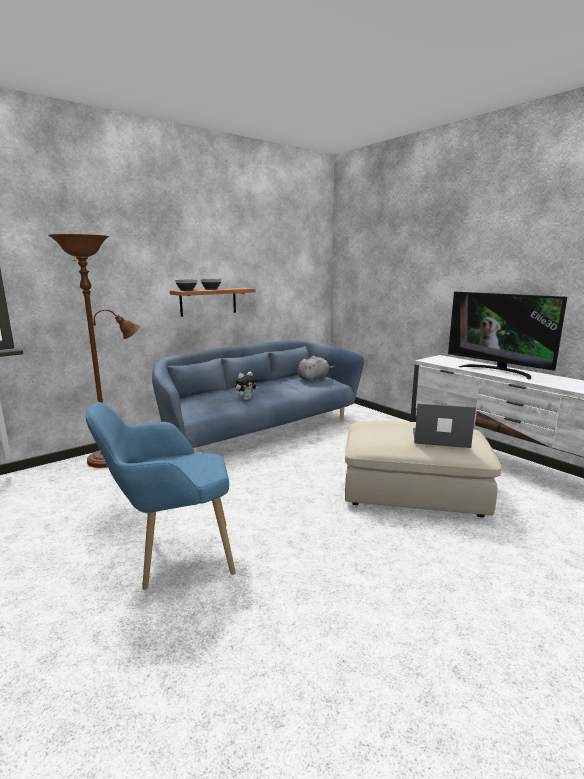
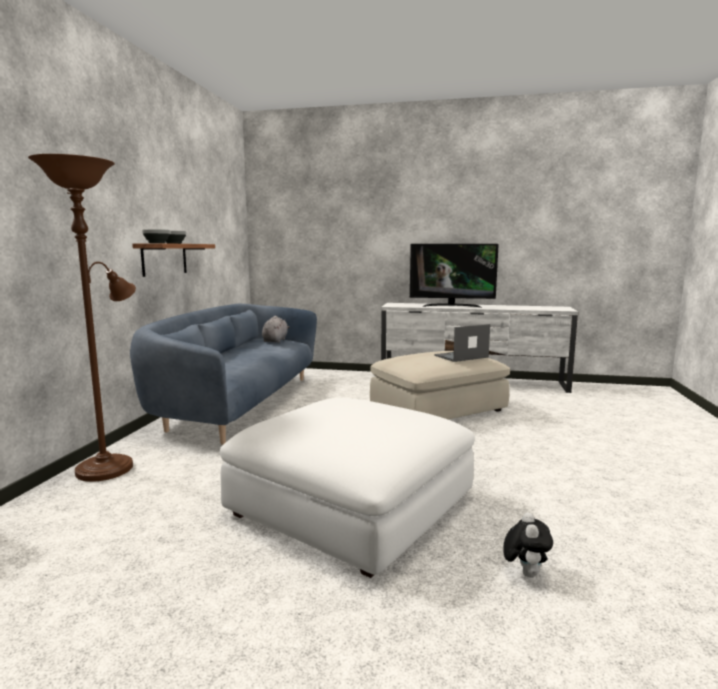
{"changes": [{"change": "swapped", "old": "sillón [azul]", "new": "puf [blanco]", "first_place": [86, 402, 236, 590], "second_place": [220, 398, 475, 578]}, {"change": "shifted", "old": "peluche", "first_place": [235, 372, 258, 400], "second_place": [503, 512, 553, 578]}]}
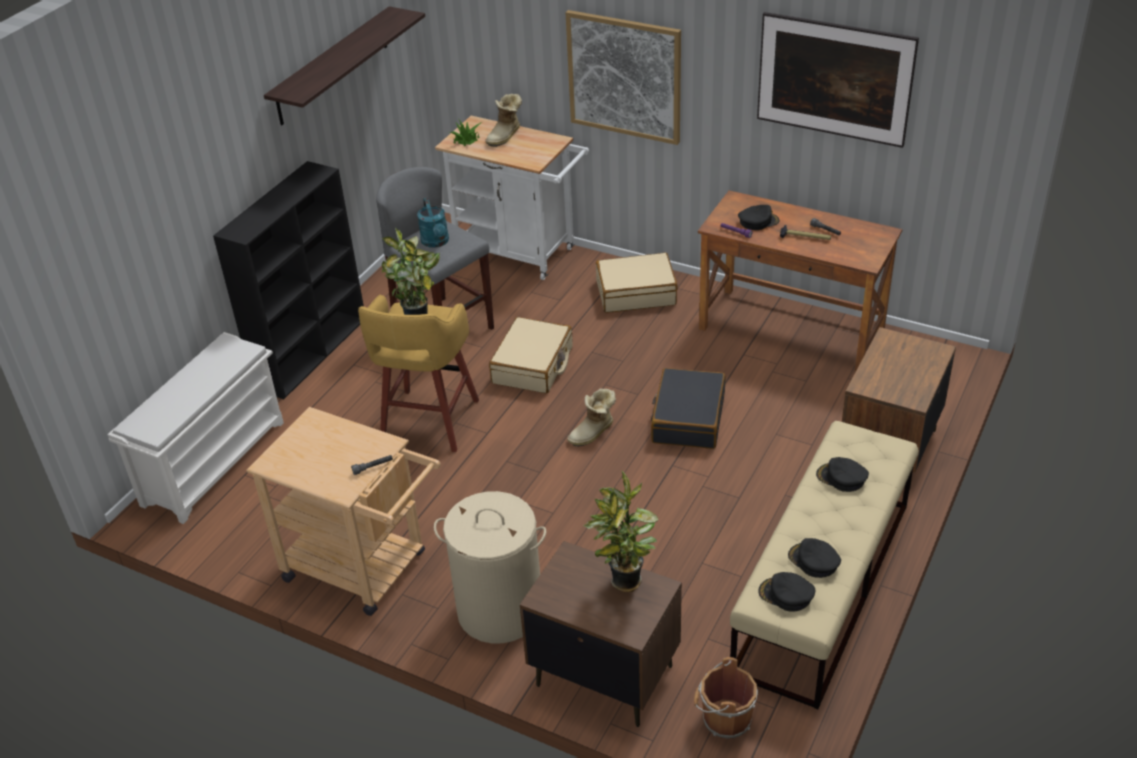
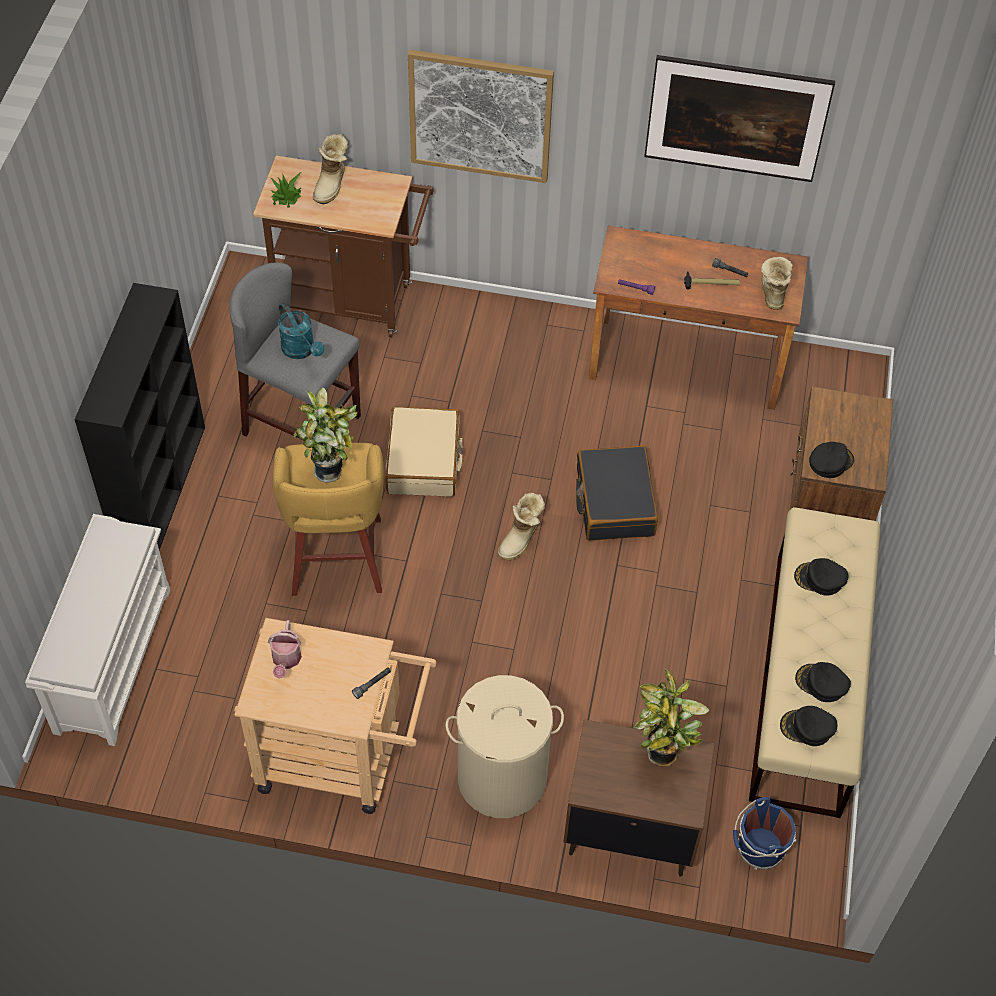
{"changes": [{"change": "gone", "old": "estante", "first_place": [264, 6, 425, 125]}, {"change": "repainted", "old": "carrito [blanco]", "new": "carrito [marrón]", "first_place": [435, 116, 589, 280], "second_place": [253, 156, 434, 337]}, {"change": "gone", "old": "maleta [beis]", "first_place": [596, 253, 677, 313]}, {"change": "repainted", "old": "cubo [marrón]", "new": "cubo [azul]", "first_place": [694, 657, 758, 739], "second_place": [733, 797, 796, 870]}, {"change": "shifted", "old": "gorra [negro]", "first_place": [738, 205, 780, 230], "second_place": [809, 442, 854, 478]}, {"change": "new", "new": "regadera", "second_place": [268, 620, 302, 679]}, {"change": "new", "new": "bota", "second_place": [761, 257, 793, 310]}]}
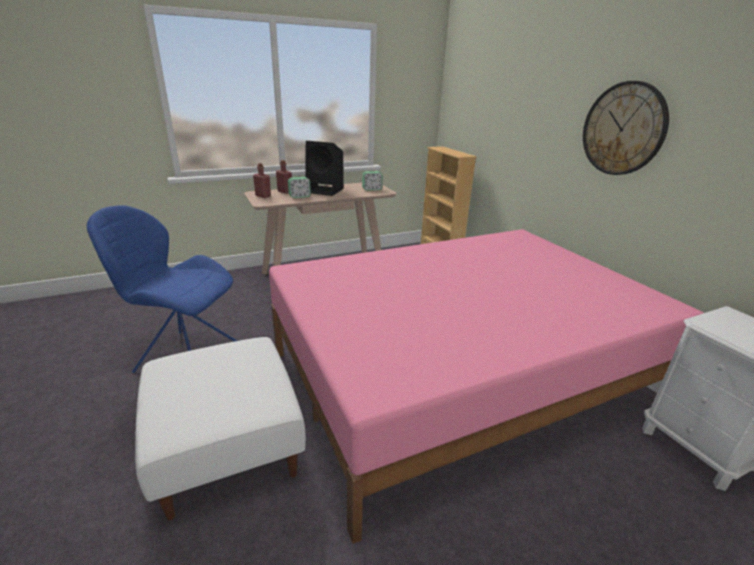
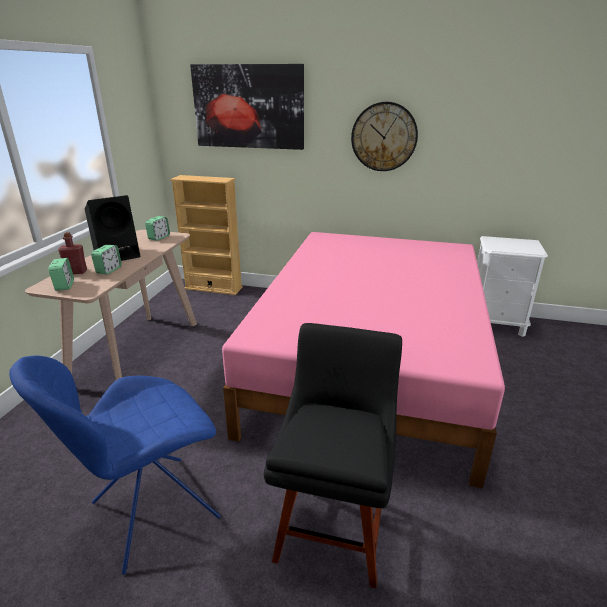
{"changes": [{"change": "swapped", "old": "puf [blanco]", "new": "silla [negro]", "first_place": [135, 337, 306, 521], "second_place": [264, 323, 402, 588]}, {"change": "swapped", "old": "botella [rojo]", "new": "despertador", "first_place": [253, 163, 271, 198], "second_place": [49, 258, 74, 291]}, {"change": "new", "new": "cuadro", "second_place": [190, 64, 304, 150]}]}
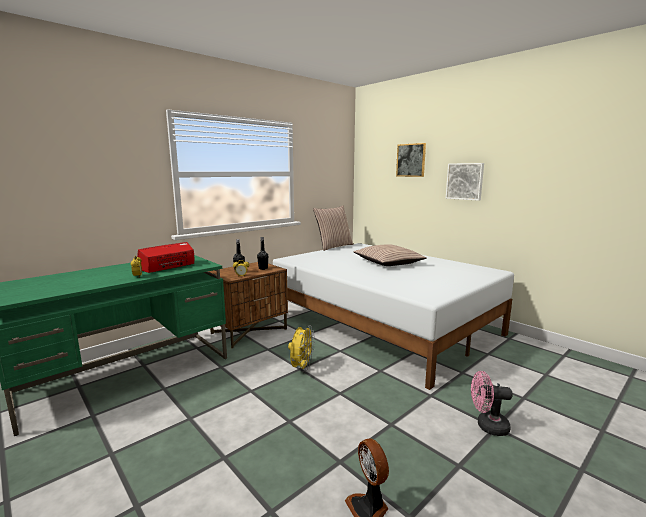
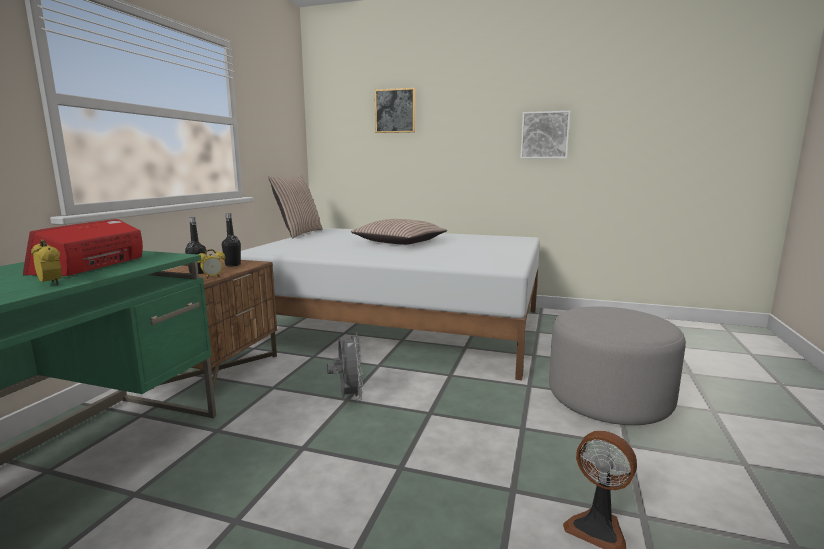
{"changes": [{"change": "repainted", "old": "ventilador [amarillo]", "new": "ventilador [gris]", "first_place": [288, 325, 315, 372], "second_place": [327, 332, 363, 401]}, {"change": "shifted", "old": "cuadro", "first_place": [446, 163, 484, 201], "second_place": [520, 111, 570, 159]}, {"change": "swapped", "old": "ventilador [rosa]", "new": "puf [gris]", "first_place": [471, 371, 513, 436], "second_place": [549, 306, 686, 425]}]}
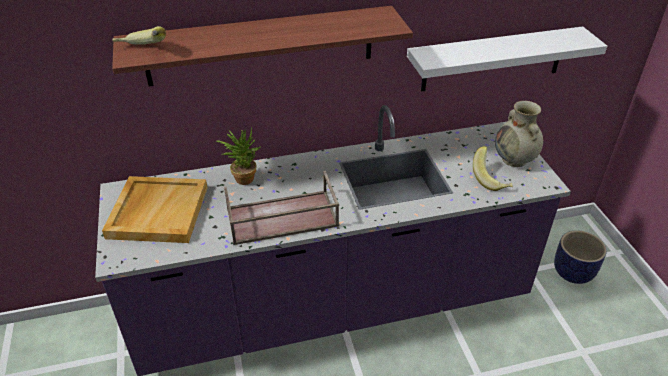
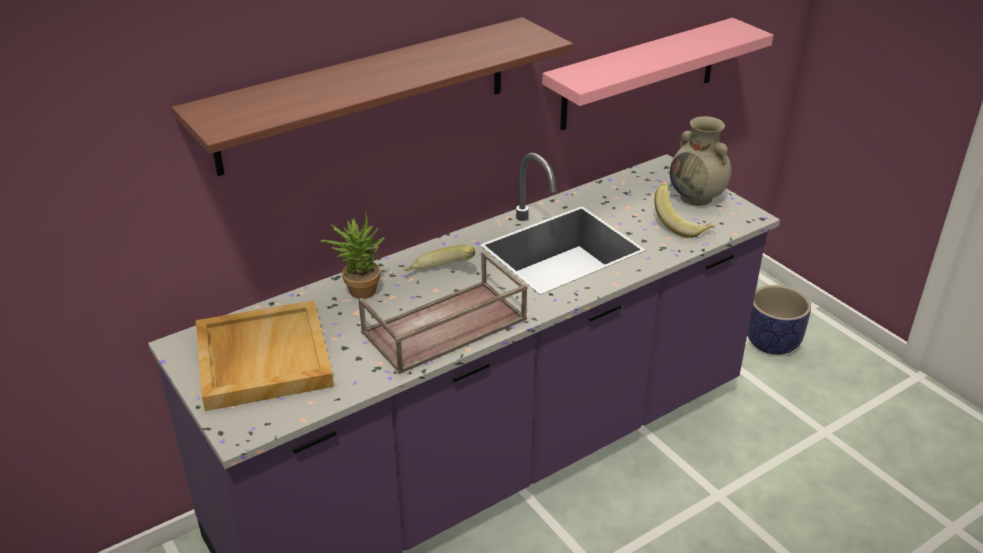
{"changes": [{"change": "shifted", "old": "plátano", "first_place": [112, 26, 166, 45], "second_place": [403, 245, 476, 271]}, {"change": "repainted", "old": "estante [blanco]", "new": "estante [rosa]", "first_place": [407, 26, 607, 92], "second_place": [542, 18, 773, 130]}]}
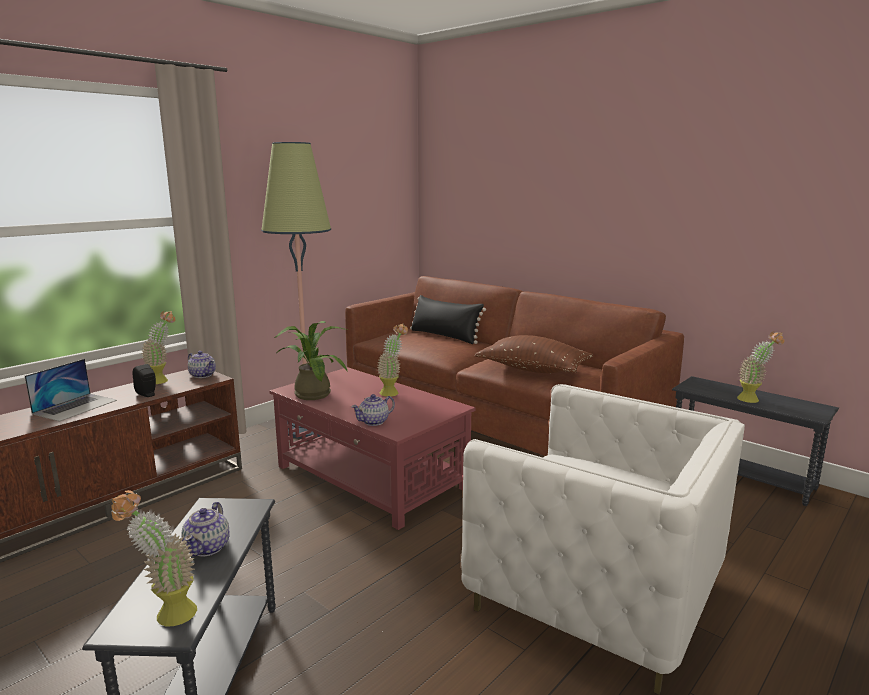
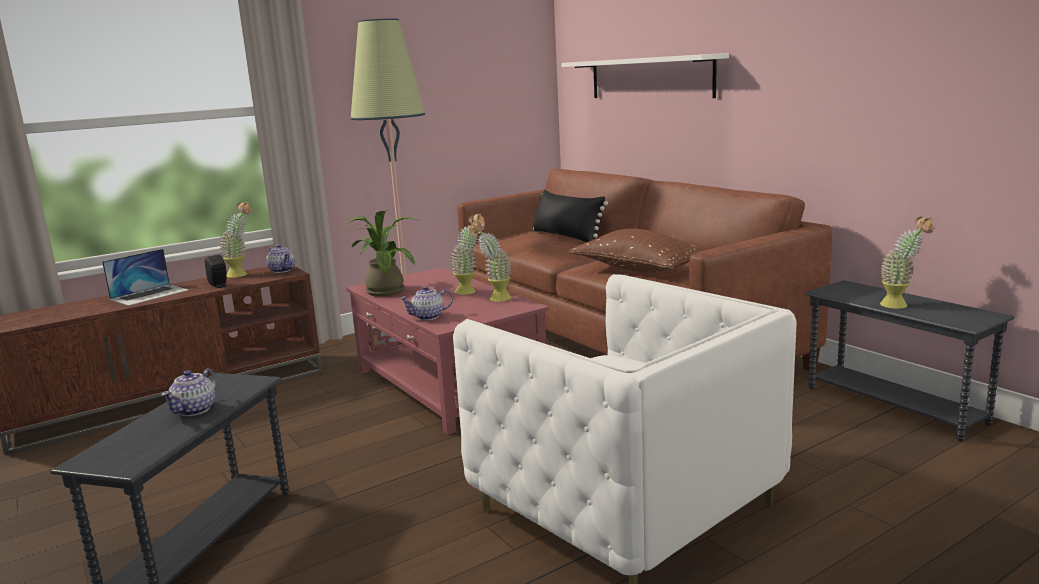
{"changes": [{"change": "shifted", "old": "planta en maceta", "first_place": [111, 490, 197, 626], "second_place": [469, 220, 512, 301]}, {"change": "new", "new": "estante [blanco]", "second_place": [561, 53, 729, 98]}]}
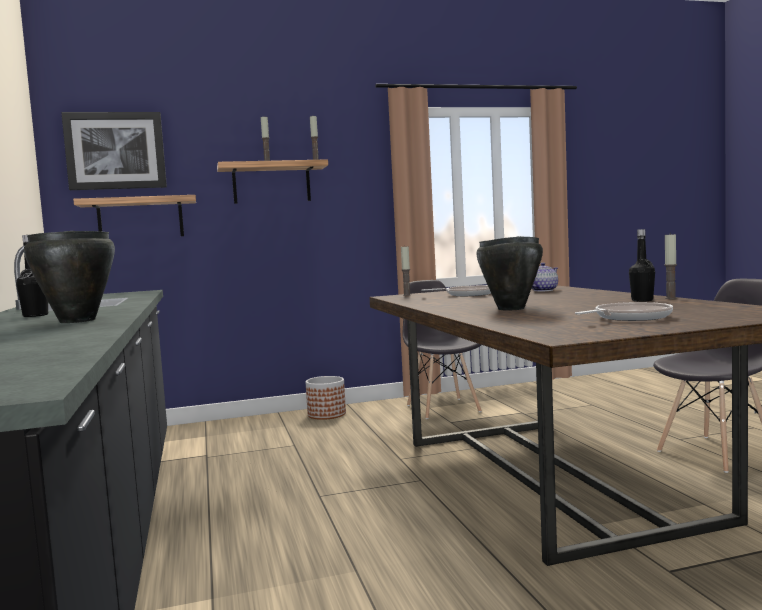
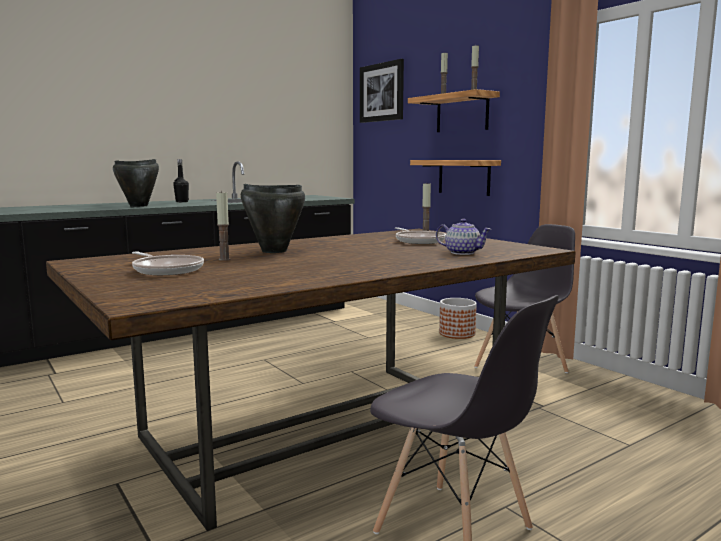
{"changes": [{"change": "shifted", "old": "estante", "first_place": [73, 195, 196, 236], "second_place": [410, 160, 501, 196]}, {"change": "gone", "old": "botella [negro]", "first_place": [629, 229, 655, 302]}, {"change": "shifted", "old": "vela", "first_place": [664, 233, 677, 299], "second_place": [216, 190, 231, 261]}]}
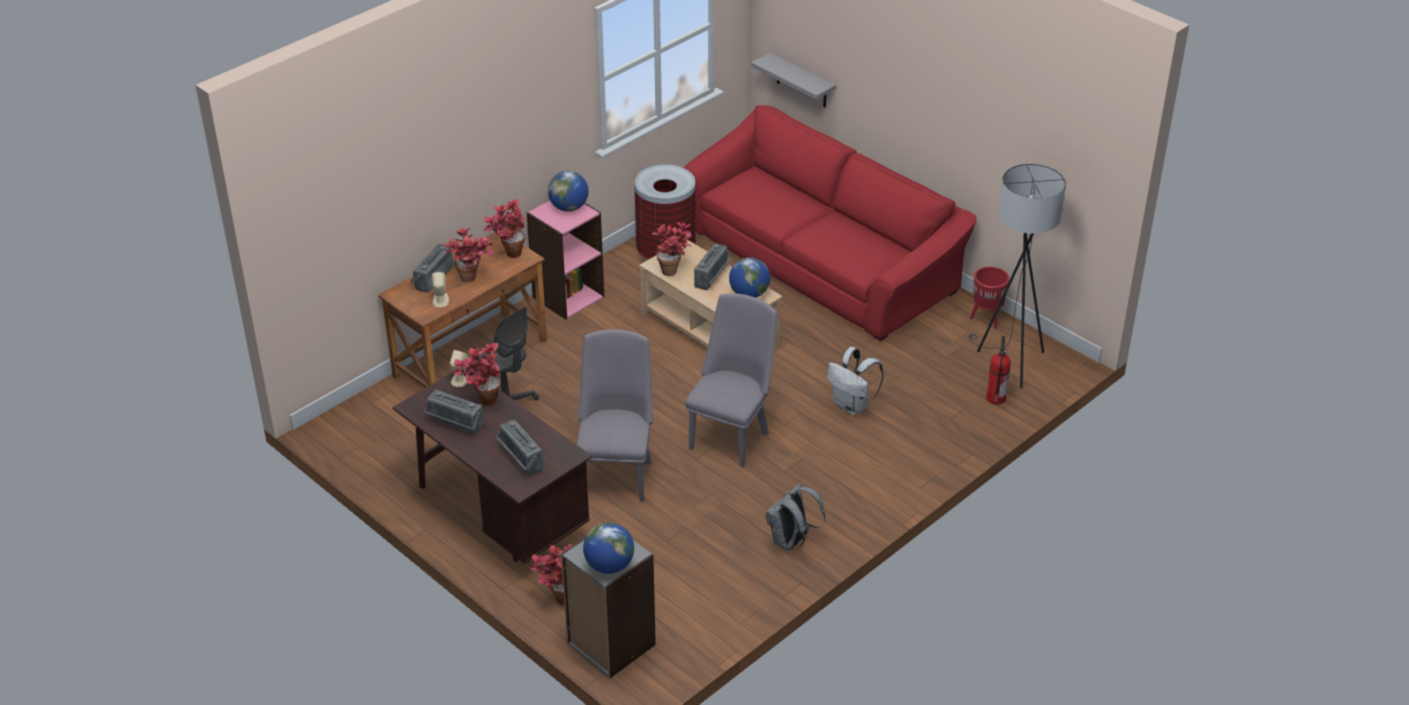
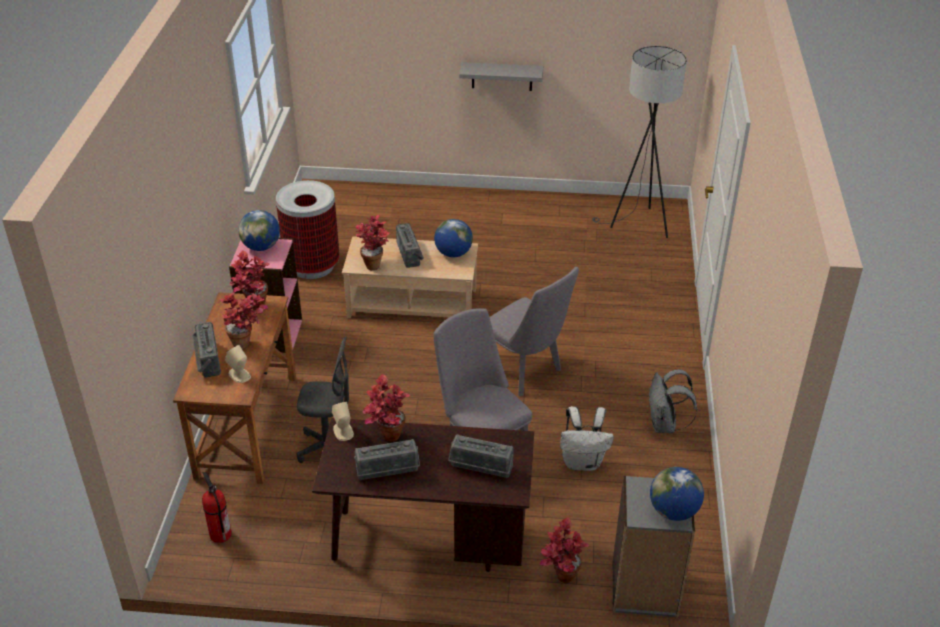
{"changes": [{"change": "gone", "old": "sofá [rojo]", "first_place": [684, 105, 977, 341]}, {"change": "rotated", "old": "silla [gris]", "first_place": [685, 293, 777, 467], "second_place": [490, 267, 579, 396], "degrees": 150}, {"change": "shifted", "old": "estante [gris]", "first_place": [751, 53, 835, 107], "second_place": [459, 62, 543, 91]}, {"change": "shifted", "old": "mochila [blanco]", "first_place": [827, 347, 884, 415], "second_place": [560, 406, 614, 471]}, {"change": "gone", "old": "maceta [rojo]", "first_place": [970, 266, 1010, 328]}, {"change": "shifted", "old": "extintor", "first_place": [986, 336, 1011, 405], "second_place": [202, 471, 232, 543]}]}
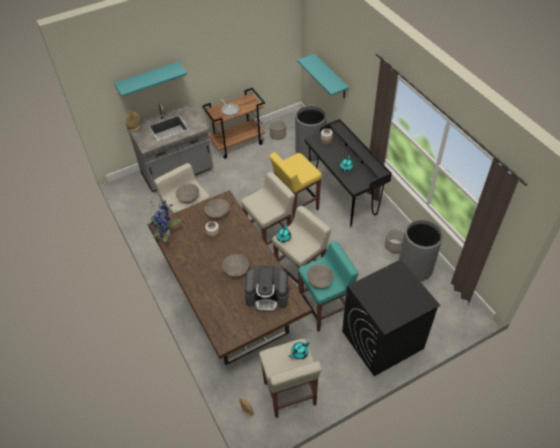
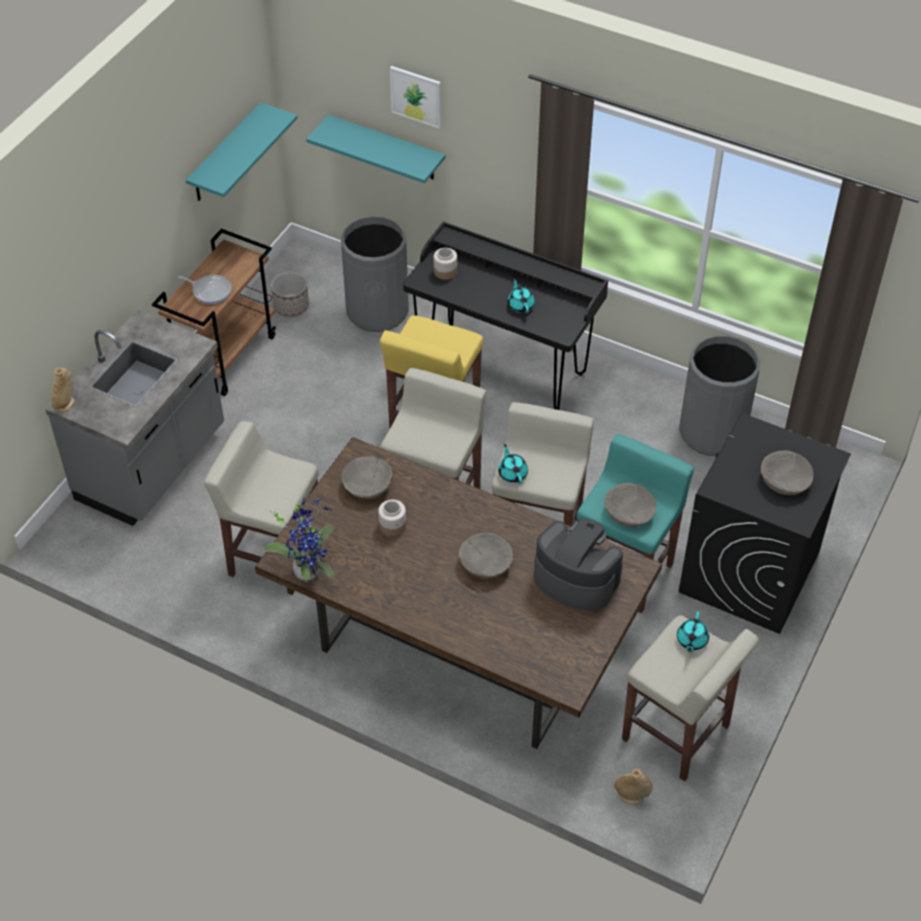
{"changes": [{"change": "shifted", "old": "estante [turquesa]", "first_place": [114, 62, 187, 97], "second_place": [186, 102, 298, 201]}, {"change": "shifted", "old": "cuenco [beis]", "first_place": [176, 184, 199, 203], "second_place": [761, 451, 814, 495]}, {"change": "rotated", "old": "cafetera", "first_place": [245, 266, 289, 312], "second_place": [534, 518, 623, 611], "degrees": -120}, {"change": "gone", "old": "maceta", "first_place": [385, 229, 404, 253]}, {"change": "new", "new": "cuadro", "second_place": [390, 66, 441, 129]}]}
